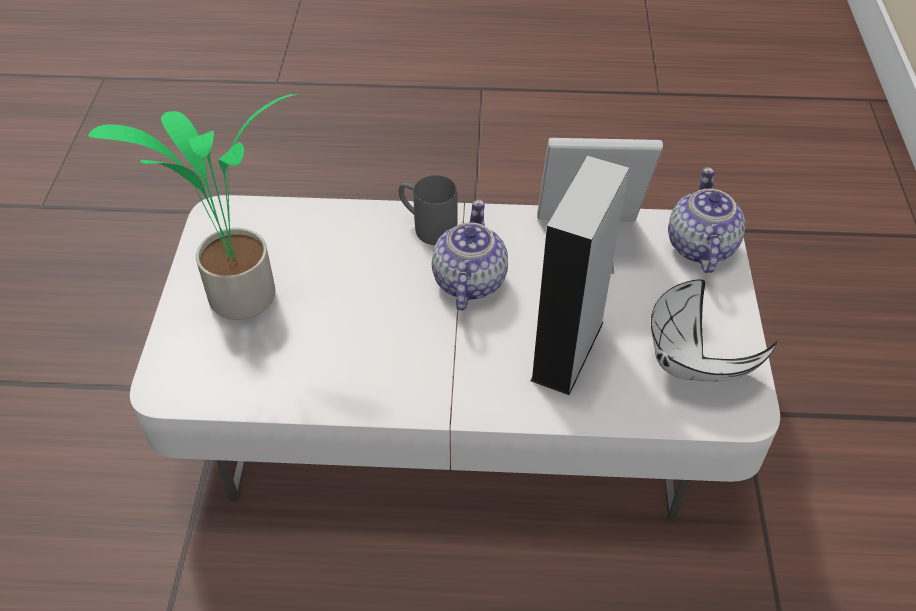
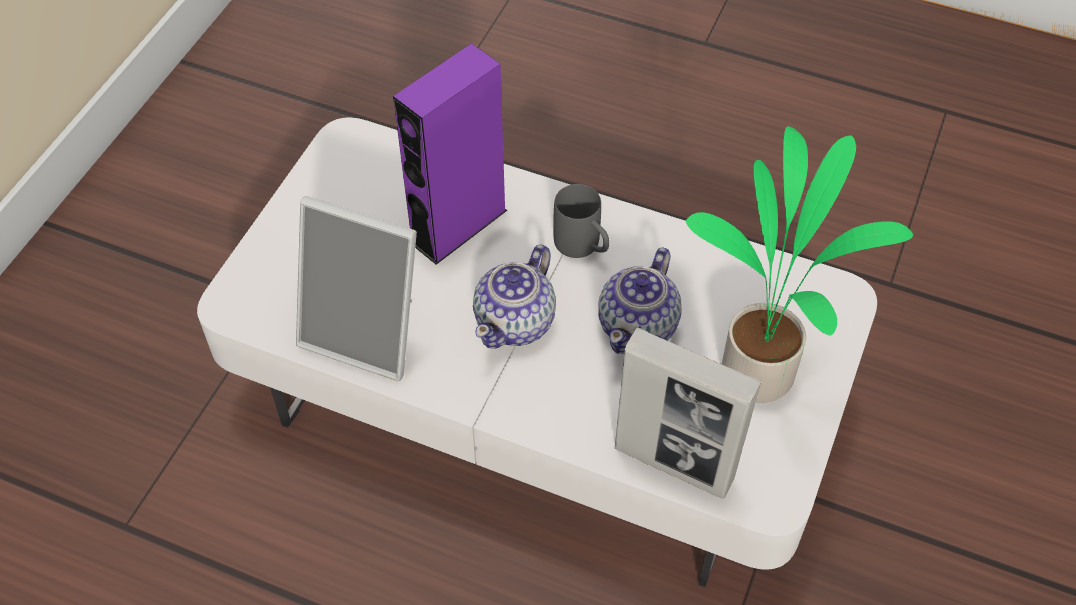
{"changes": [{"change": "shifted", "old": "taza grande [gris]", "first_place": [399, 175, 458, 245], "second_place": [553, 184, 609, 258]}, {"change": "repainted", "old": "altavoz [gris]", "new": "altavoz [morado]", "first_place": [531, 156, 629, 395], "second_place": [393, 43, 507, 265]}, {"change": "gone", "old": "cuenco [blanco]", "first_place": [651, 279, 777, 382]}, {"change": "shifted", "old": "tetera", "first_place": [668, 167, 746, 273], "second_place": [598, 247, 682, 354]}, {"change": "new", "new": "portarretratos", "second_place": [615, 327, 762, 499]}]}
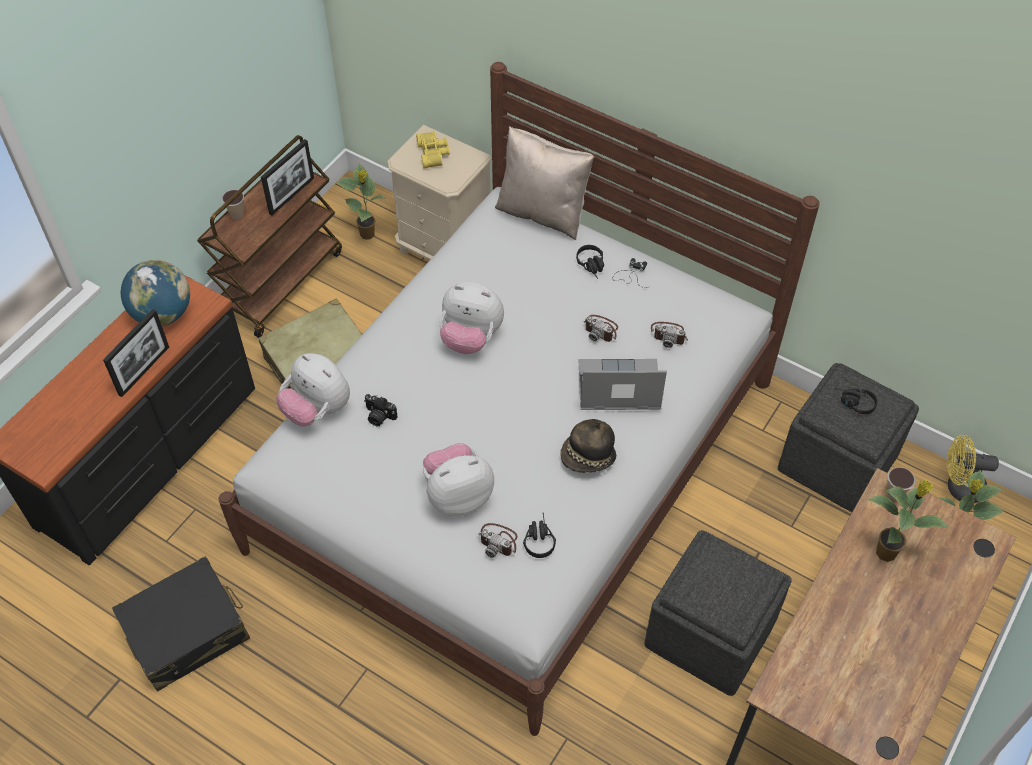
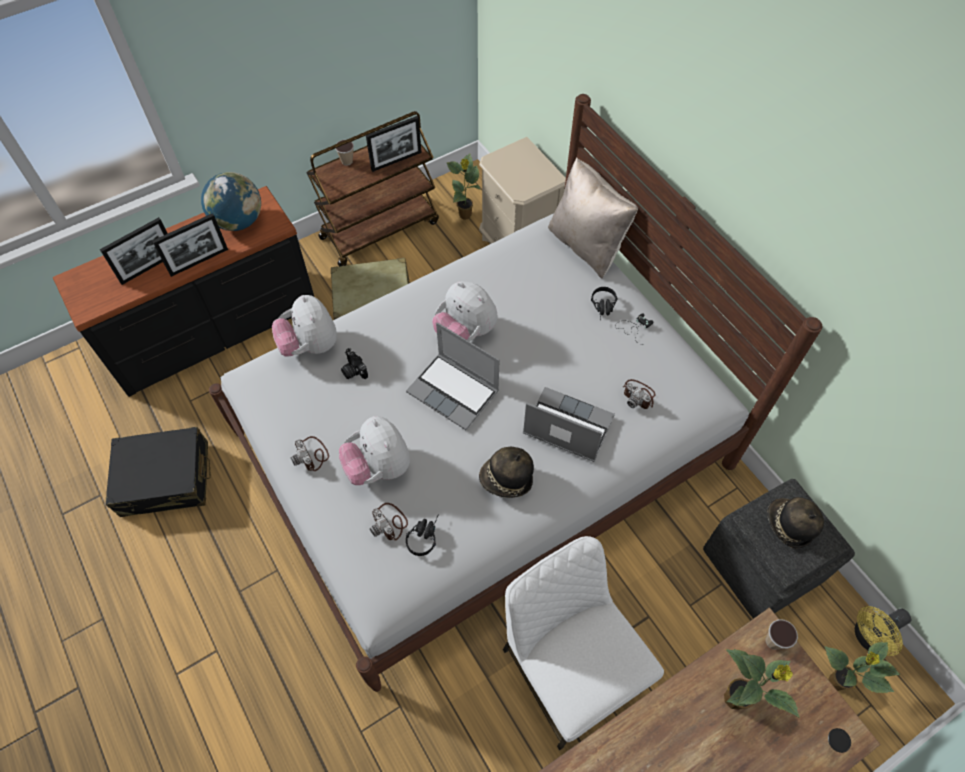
{"changes": [{"change": "gone", "old": "prismáticos [amarillo]", "first_place": [416, 131, 450, 168]}, {"change": "rotated", "old": "peluche", "first_place": [423, 443, 494, 516], "second_place": [339, 416, 410, 485], "degrees": -120}, {"change": "shifted", "old": "cámara", "first_place": [583, 315, 618, 342], "second_place": [291, 436, 329, 471]}, {"change": "swapped", "old": "puf [gris]", "new": "silla [blanco]", "first_place": [644, 530, 792, 696], "second_place": [503, 536, 664, 751]}, {"change": "swapped", "old": "auriculares [negro]", "new": "sombrero", "first_place": [835, 388, 878, 414], "second_place": [767, 497, 824, 548]}, {"change": "rotated", "old": "ventilador [amarillo]", "first_place": [947, 435, 999, 503], "second_place": [855, 606, 911, 656], "degrees": -60}, {"change": "new", "new": "portarretratos", "second_place": [100, 217, 168, 285]}, {"change": "new", "new": "portátil", "second_place": [406, 322, 499, 430]}]}
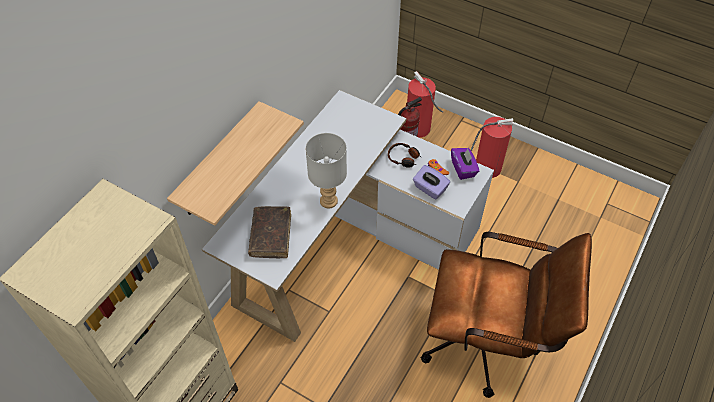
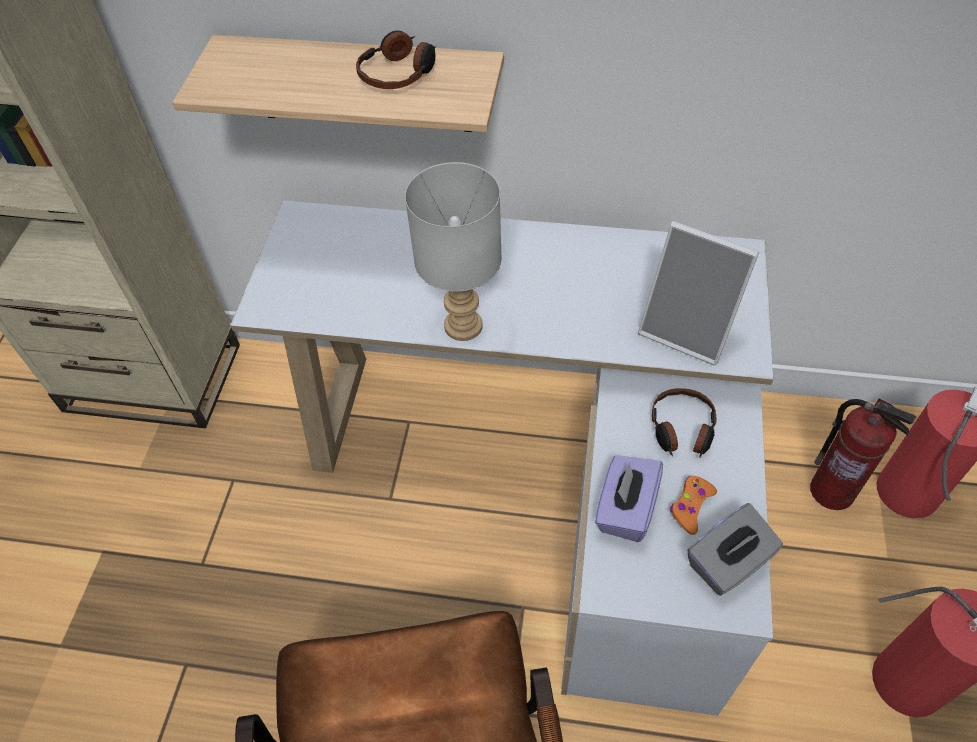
{"changes": [{"change": "gone", "old": "libro [marrón]", "first_place": [248, 206, 291, 258]}, {"change": "repainted", "old": "caja de pañuelos [morado]", "new": "caja de pañuelos [gris]", "first_place": [451, 148, 479, 180], "second_place": [687, 503, 783, 596]}, {"change": "new", "new": "auriculares", "second_place": [356, 30, 436, 89]}, {"change": "new", "new": "portarretratos", "second_place": [638, 221, 759, 366]}]}
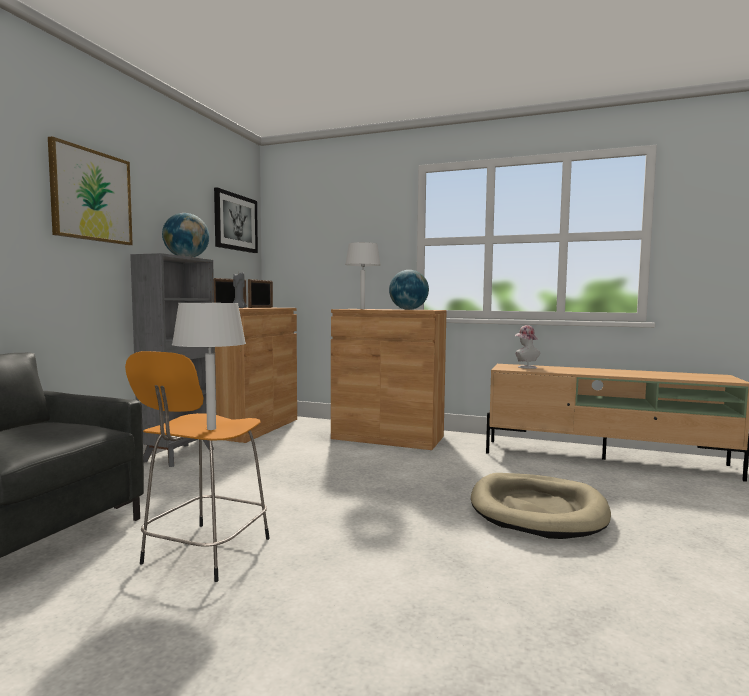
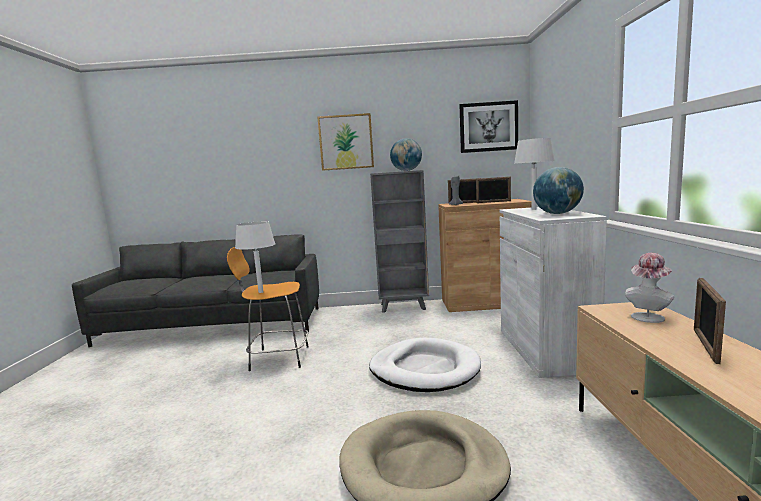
{"changes": [{"change": "repainted", "old": "armario [marrón]", "new": "armario [blanco]", "first_place": [331, 309, 446, 450], "second_place": [499, 207, 607, 378]}, {"change": "new", "new": "cama para perro [blanco]", "second_place": [369, 337, 481, 392]}, {"change": "new", "new": "portarretratos", "second_place": [694, 278, 726, 364]}]}
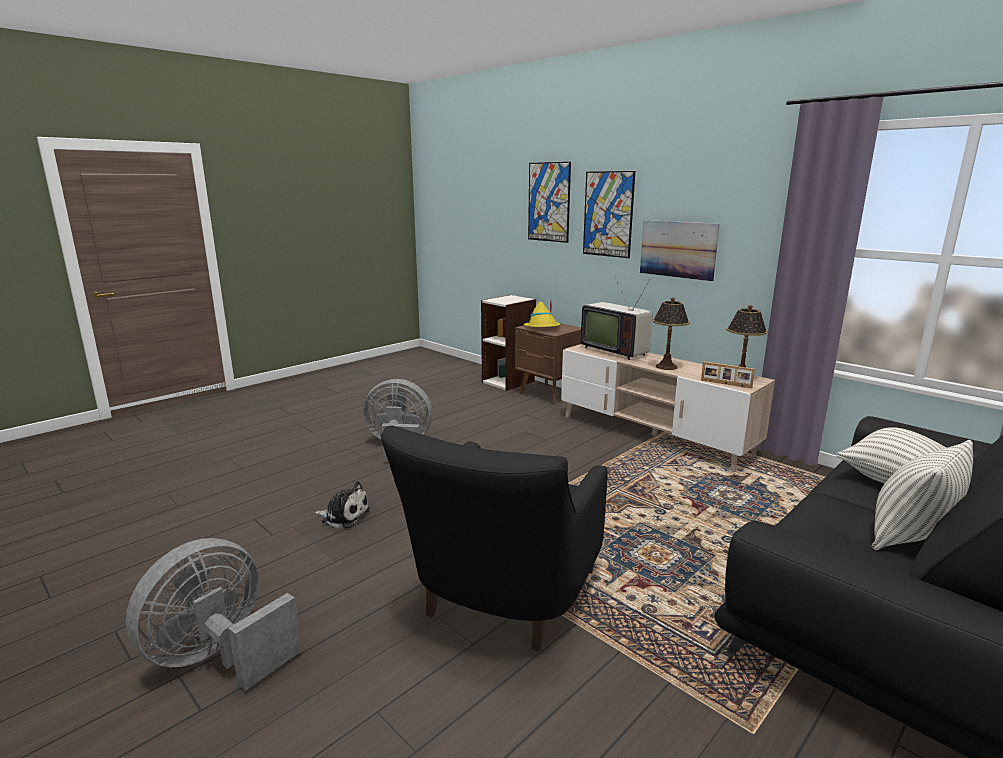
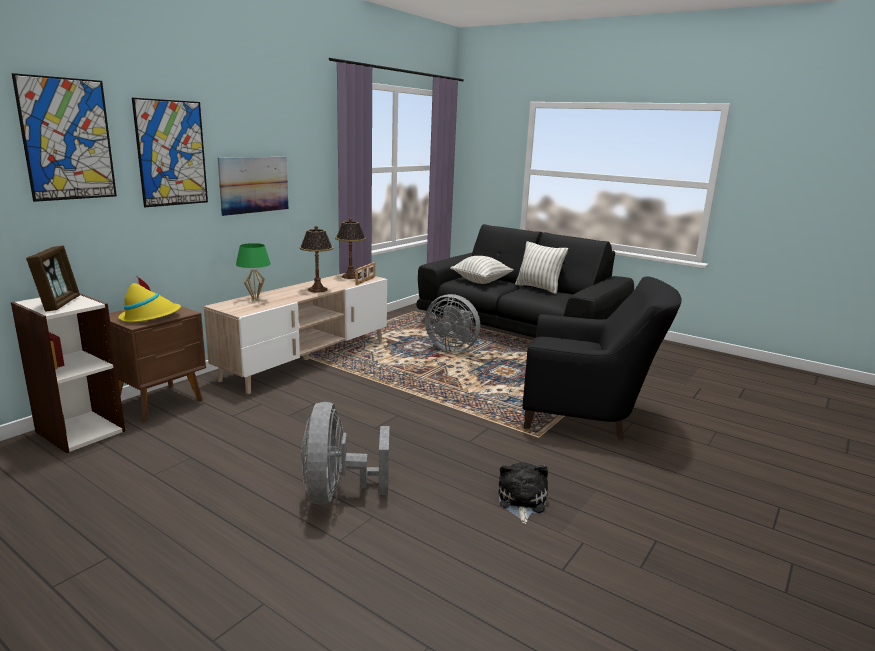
{"changes": [{"change": "shifted", "old": "ventilador [gris]", "first_place": [126, 538, 302, 691], "second_place": [425, 294, 480, 352]}, {"change": "swapped", "old": "televisor", "new": "lámpara de mesa [verde]", "first_place": [581, 277, 653, 360], "second_place": [236, 243, 271, 302]}, {"change": "new", "new": "portarretratos", "second_place": [26, 245, 80, 312]}]}
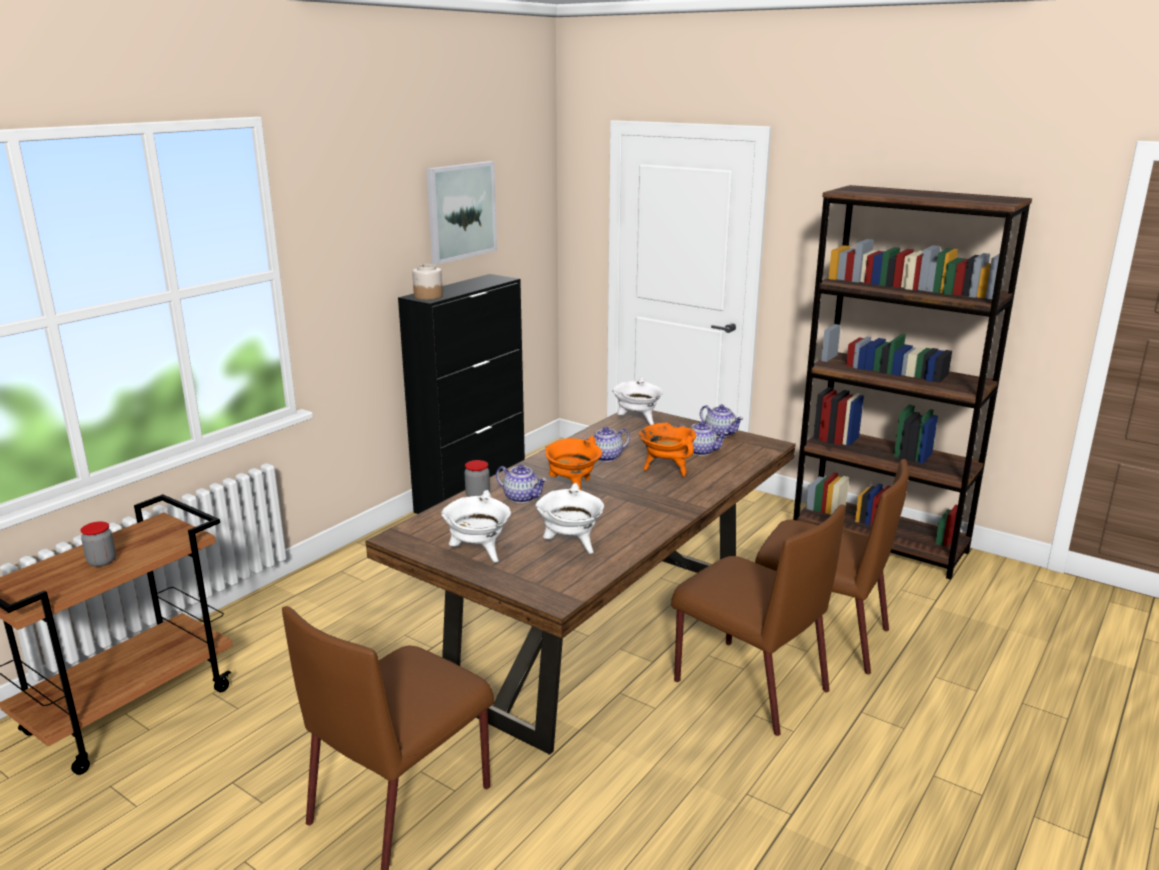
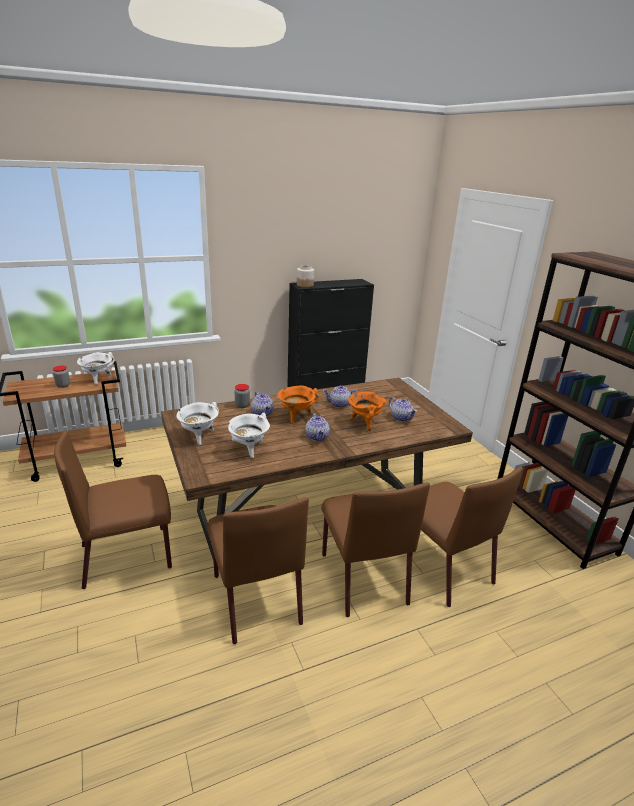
{"changes": [{"change": "gone", "old": "cuadro", "first_place": [427, 161, 497, 265]}, {"change": "shifted", "old": "olla [blanco]", "first_place": [612, 377, 663, 425], "second_place": [77, 352, 115, 385]}, {"change": "shifted", "old": "tetera", "first_place": [700, 405, 743, 437], "second_place": [305, 413, 330, 441]}, {"change": "new", "new": "silla [marrón]", "second_place": [207, 497, 309, 644]}]}
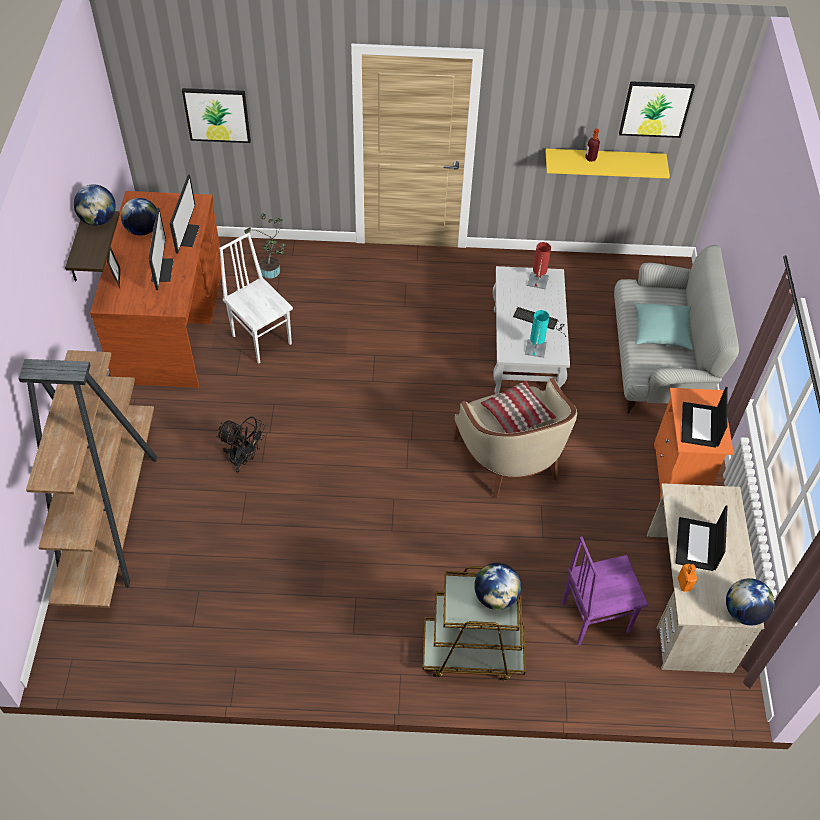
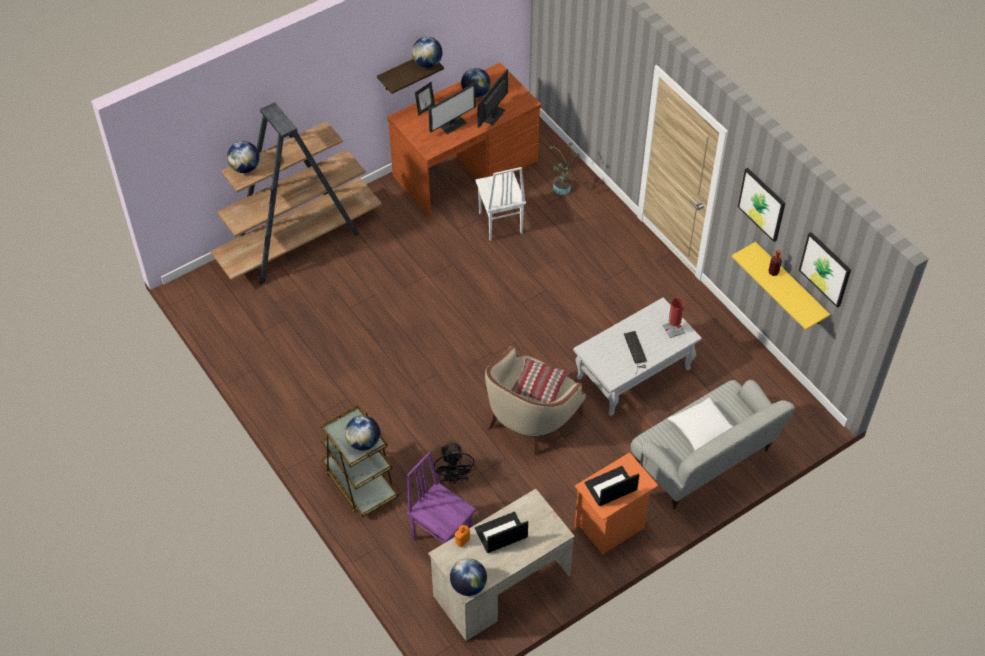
{"changes": [{"change": "rotated", "old": "monitor", "first_place": [170, 174, 200, 254], "second_place": [477, 69, 508, 128], "degrees": 150}, {"change": "shifted", "old": "cuadro", "first_place": [182, 88, 251, 143], "second_place": [738, 168, 785, 242]}, {"change": "shifted", "old": "ventilador [negro]", "first_place": [216, 417, 265, 473], "second_place": [434, 441, 476, 484]}, {"change": "rotated", "old": "silla [blanco]", "first_place": [219, 233, 293, 363], "second_place": [475, 167, 526, 241], "degrees": 150}, {"change": "gone", "old": "lámpara de mesa [turquesa]", "first_place": [525, 310, 549, 358]}, {"change": "repainted", "old": "cojín [turquesa]", "new": "cojín [blanco]", "first_place": [634, 303, 693, 350], "second_place": [667, 397, 733, 451]}, {"change": "new", "new": "globo terráqueo", "second_place": [227, 141, 260, 173]}]}
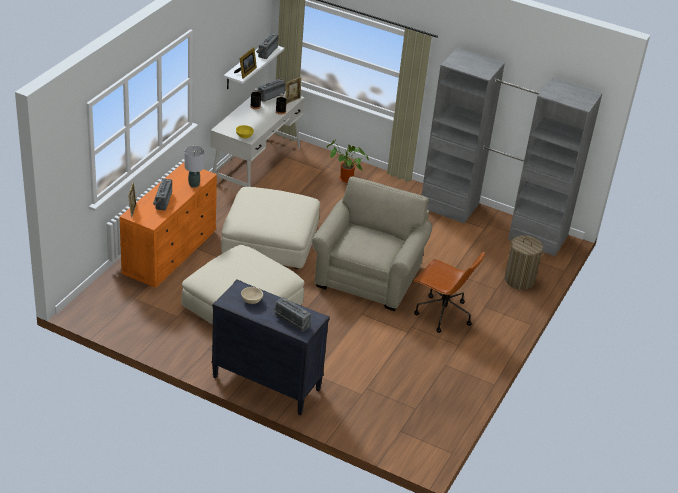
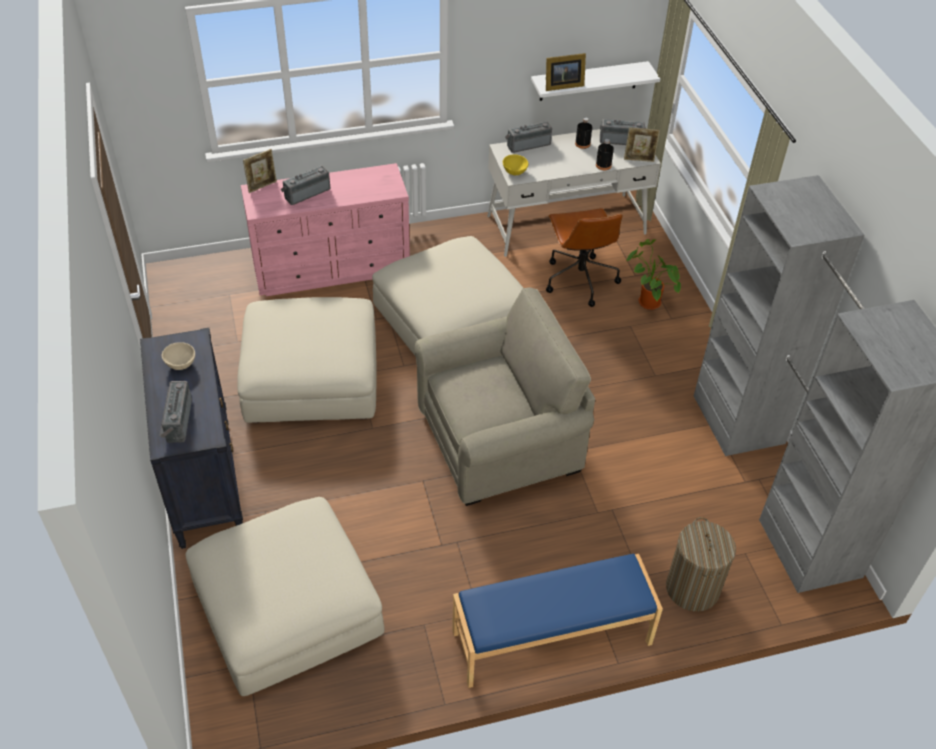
{"changes": [{"change": "repainted", "old": "cómoda [naranja]", "new": "cómoda [rosa]", "first_place": [119, 162, 217, 288], "second_place": [241, 163, 410, 296]}, {"change": "gone", "old": "lámpara de mesa [gris]", "first_place": [184, 146, 204, 188]}, {"change": "shifted", "old": "radio", "first_place": [256, 33, 278, 59], "second_place": [505, 121, 552, 153]}, {"change": "shifted", "old": "silla de oficina [marrón]", "first_place": [414, 252, 485, 333], "second_place": [546, 208, 623, 307]}, {"change": "new", "new": "puf [beis]", "second_place": [186, 497, 385, 696]}, {"change": "new", "new": "banco [azul]", "second_place": [452, 554, 663, 688]}]}
